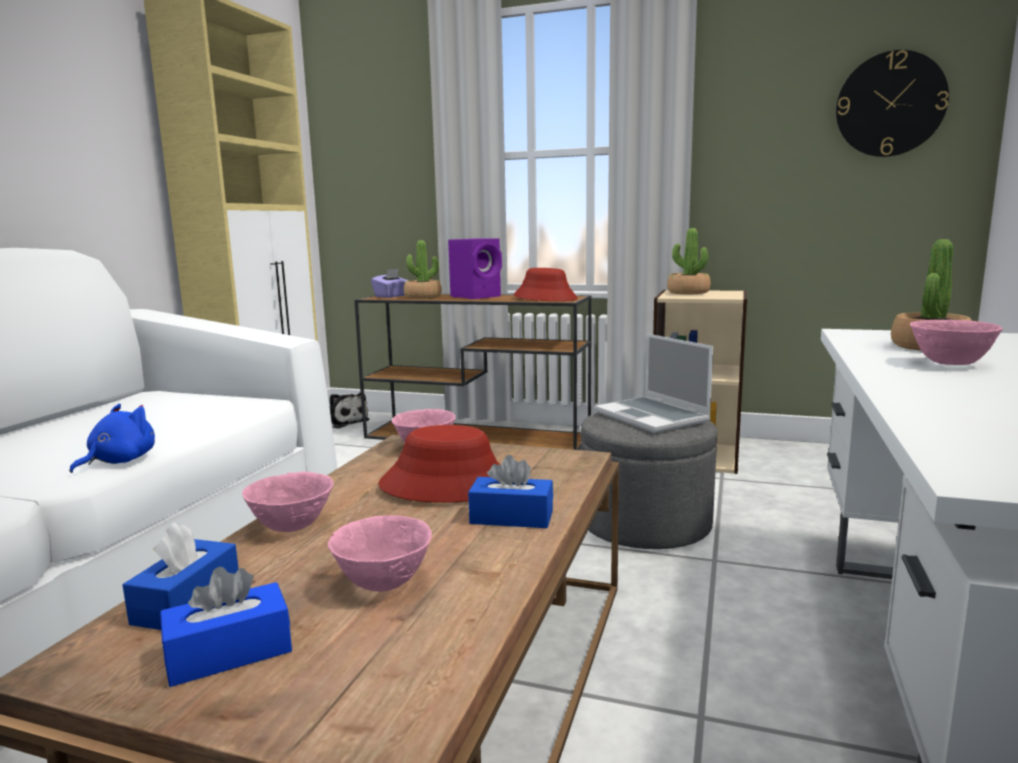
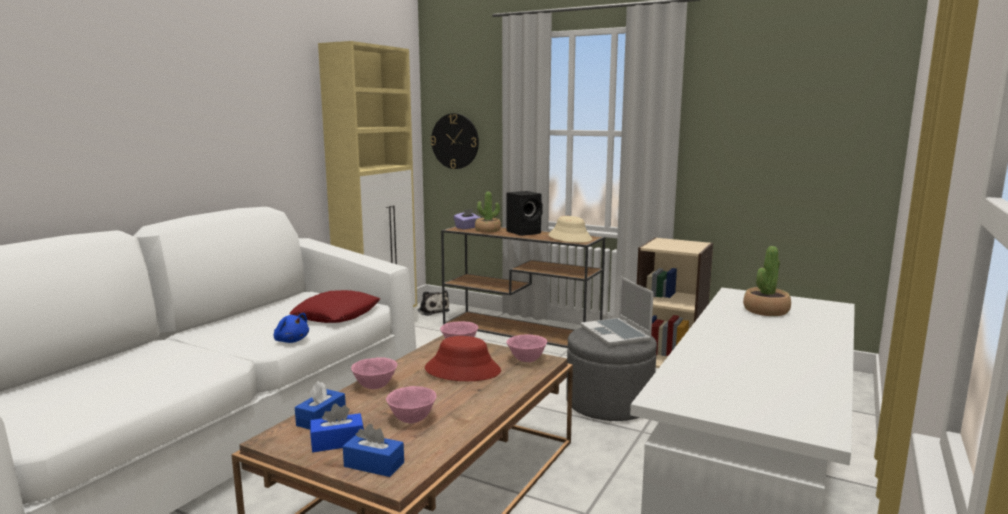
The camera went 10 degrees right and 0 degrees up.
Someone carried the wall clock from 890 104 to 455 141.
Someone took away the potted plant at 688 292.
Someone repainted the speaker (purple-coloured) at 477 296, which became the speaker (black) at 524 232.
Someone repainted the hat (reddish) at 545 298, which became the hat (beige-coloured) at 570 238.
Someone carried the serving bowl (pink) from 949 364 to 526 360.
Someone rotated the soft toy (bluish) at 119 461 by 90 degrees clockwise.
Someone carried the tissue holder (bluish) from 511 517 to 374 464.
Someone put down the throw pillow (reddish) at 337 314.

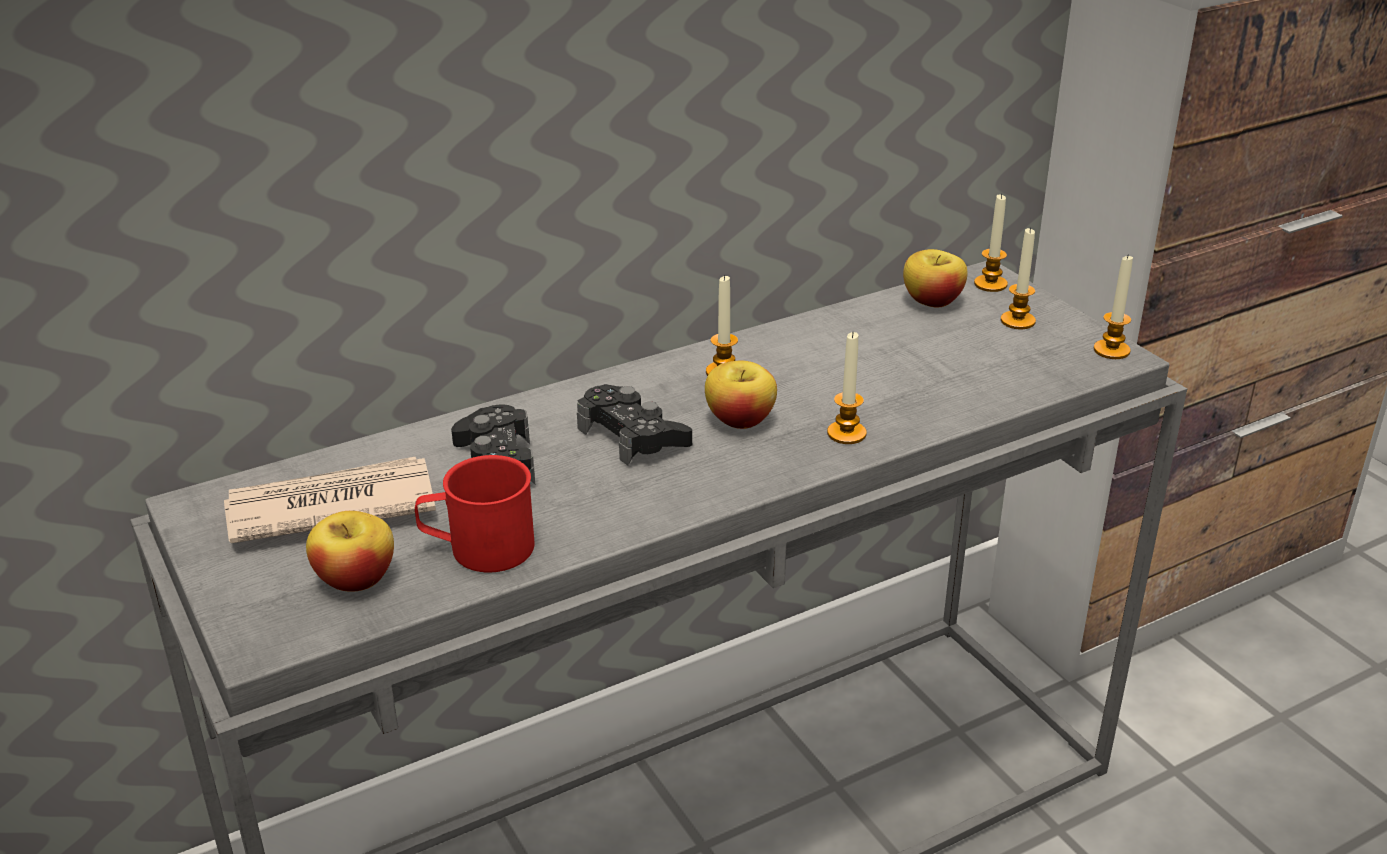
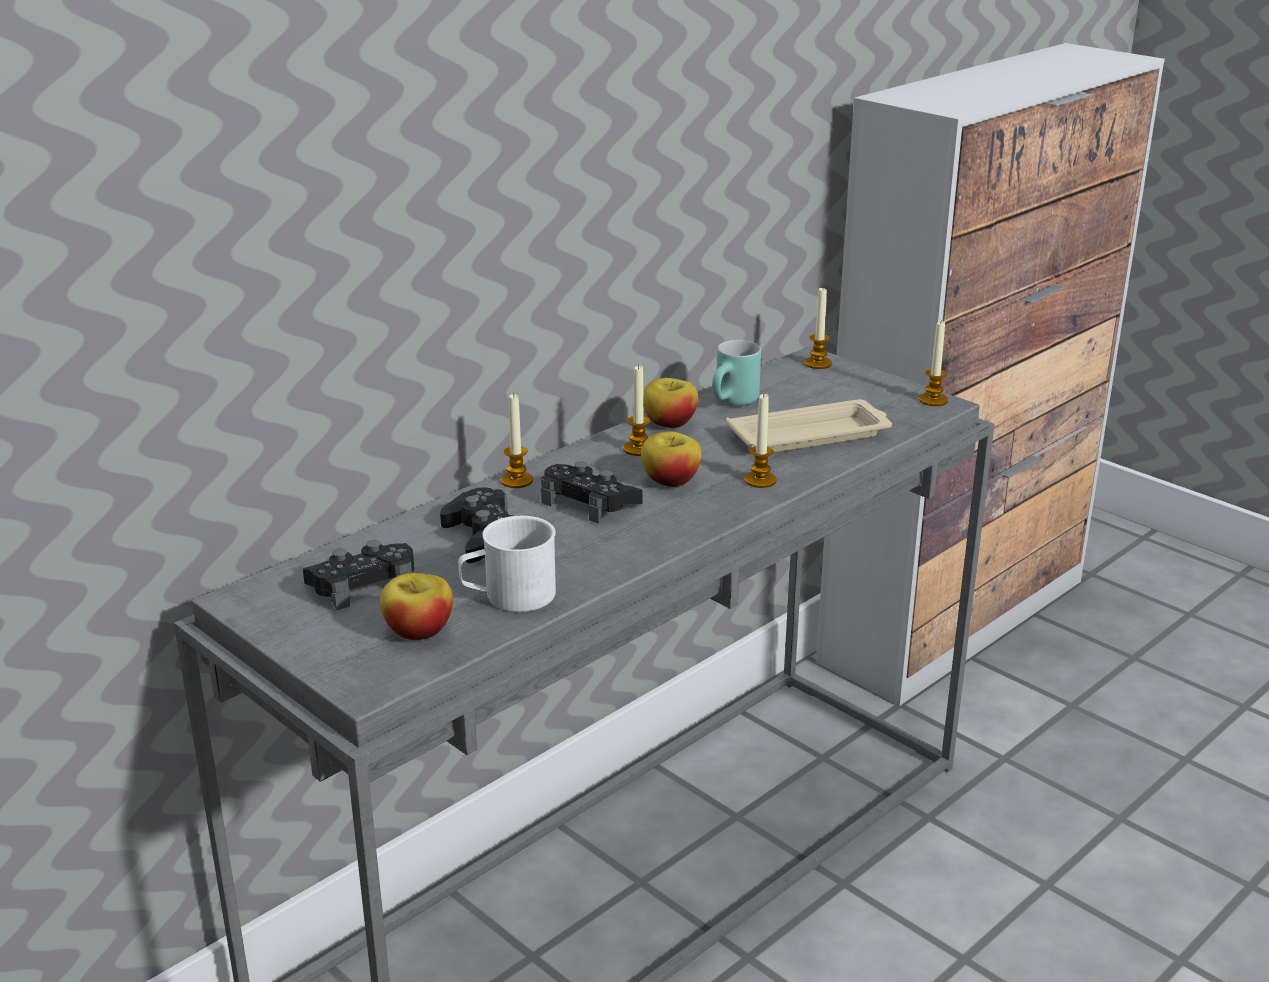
The camera went 15 degrees left and 5 degrees down.
Someone carried the candle from 1017 321 to 517 481.
Someone carried the apple from 932 301 to 669 423.
Someone repainted the tea mug (reddish) at 478 548, which became the tea mug (white) at 509 596.
Someone swapped the printed paper at 329 507 for the game controller (black) at 362 584.
Someone put down the tea mug (blue-green) at 734 403.
Someone put down the carrying tray (beige-coloured) at 811 435.

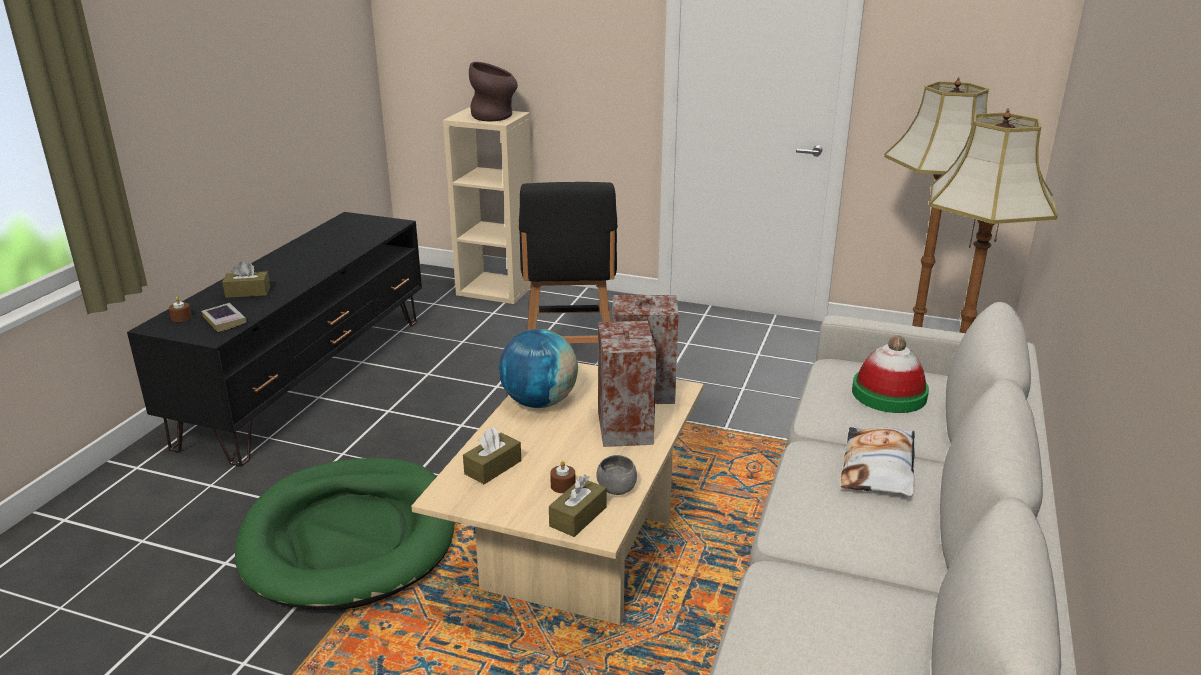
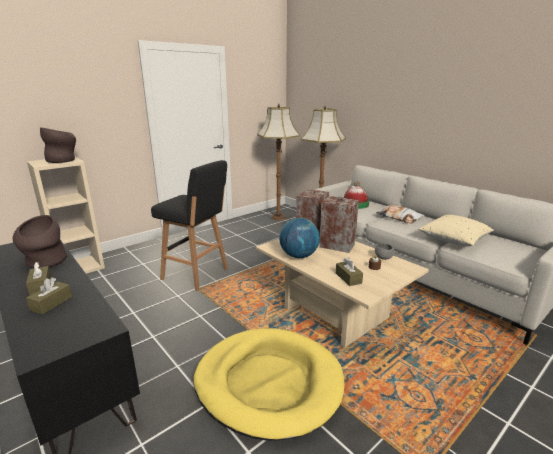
The camera went 60 degrees left and 5 degrees down.
Someone took away the candle (brown-coloured) at 181 317.
Someone took away the volume at 224 321.
Someone repainted the pet bed (green-coloured) at 350 538, which became the pet bed (yellow) at 268 383.
Someone carried the tissue holder (brown-coloured) from 578 517 to 40 286.
Someone put down the decorative vase (brown-coloured) at 45 263.
Someone put down the throw pillow (beige-coloured) at 454 240.

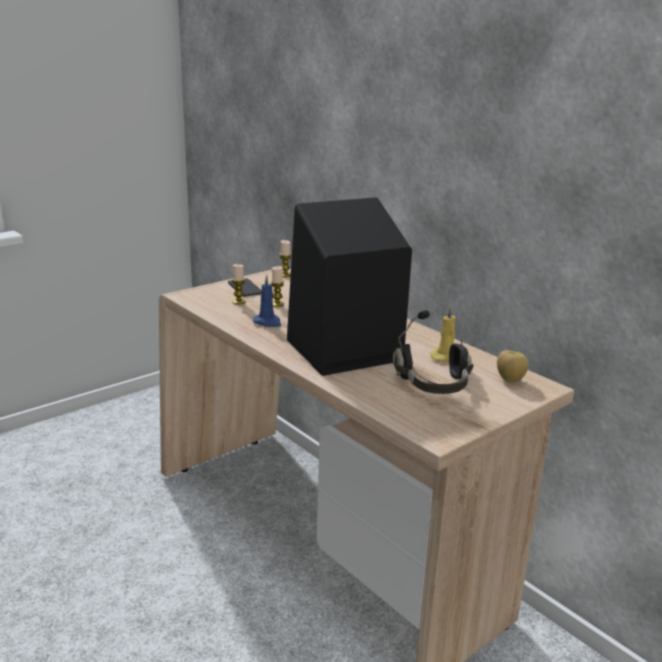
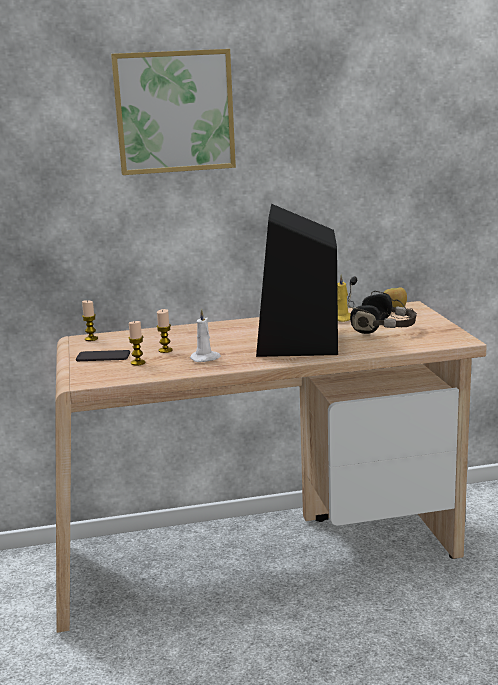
The camera went 60 degrees left and 5 degrees down.
Someone repainted the candle (bluish) at 268 322, which became the candle (white) at 206 358.
Someone put up the wall art at 174 111.

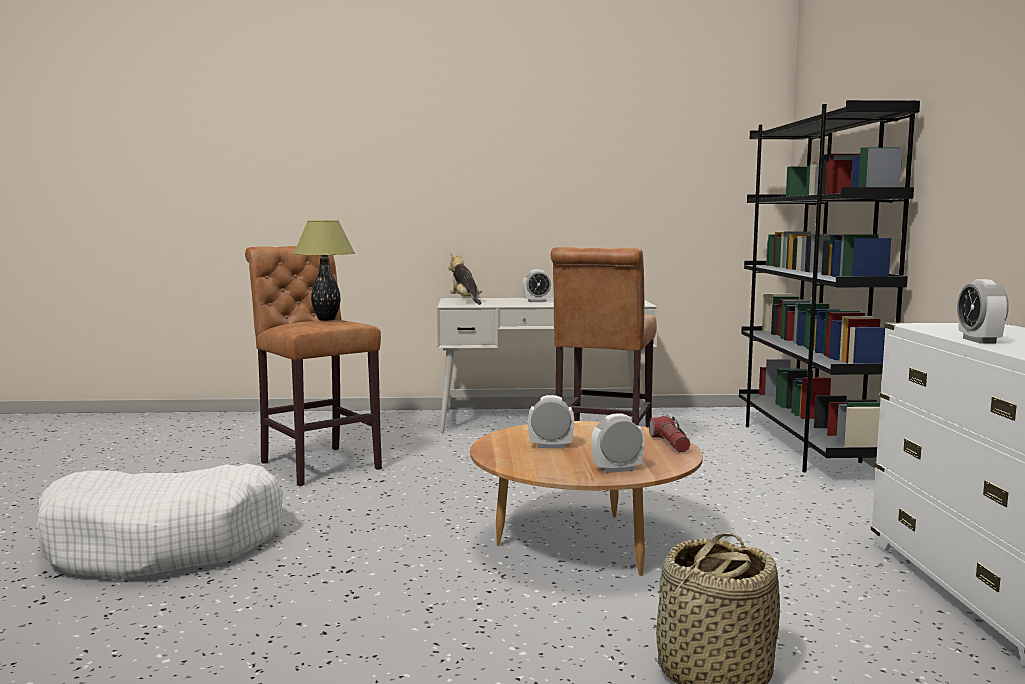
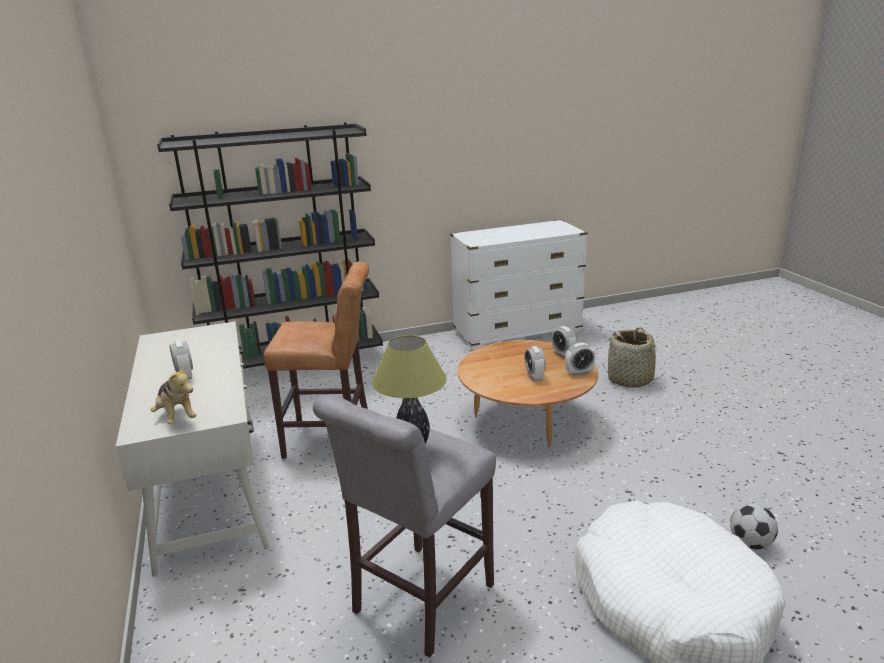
The camera went 105 degrees left and 15 degrees up.
Someone repainted the stool (brown-coloured) at 317 464, which became the stool (grey) at 418 603.
Someone rotated the soft toy at 465 301 by 90 degrees counterclockwise.
Someone carried the bedside clock from 979 340 to 579 372.
Someone took away the flashlight at 670 443.
Someone put down the ball for football at 750 543.

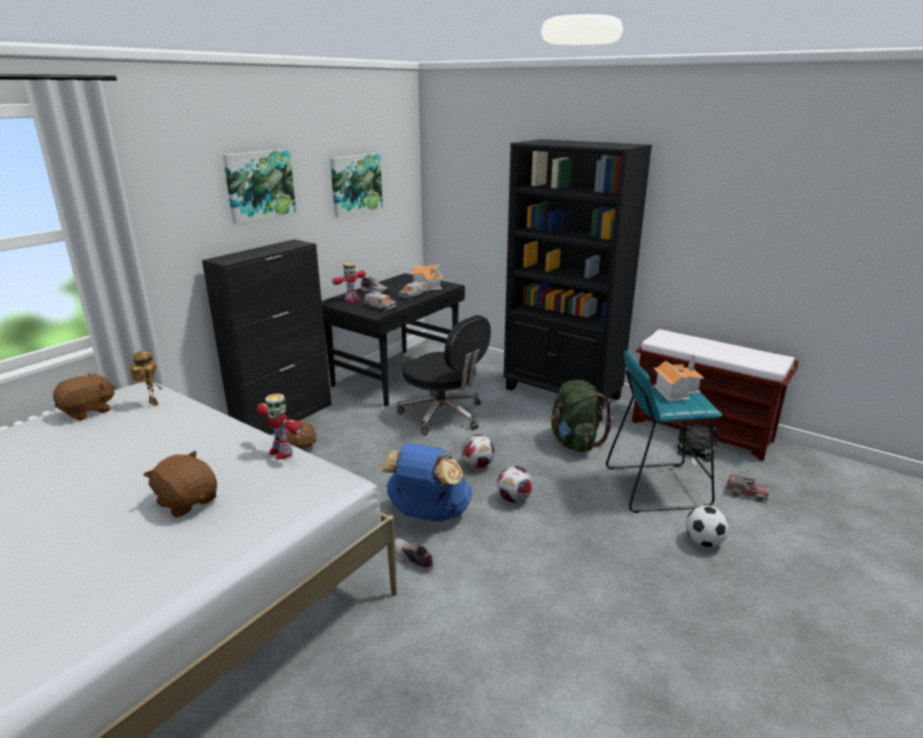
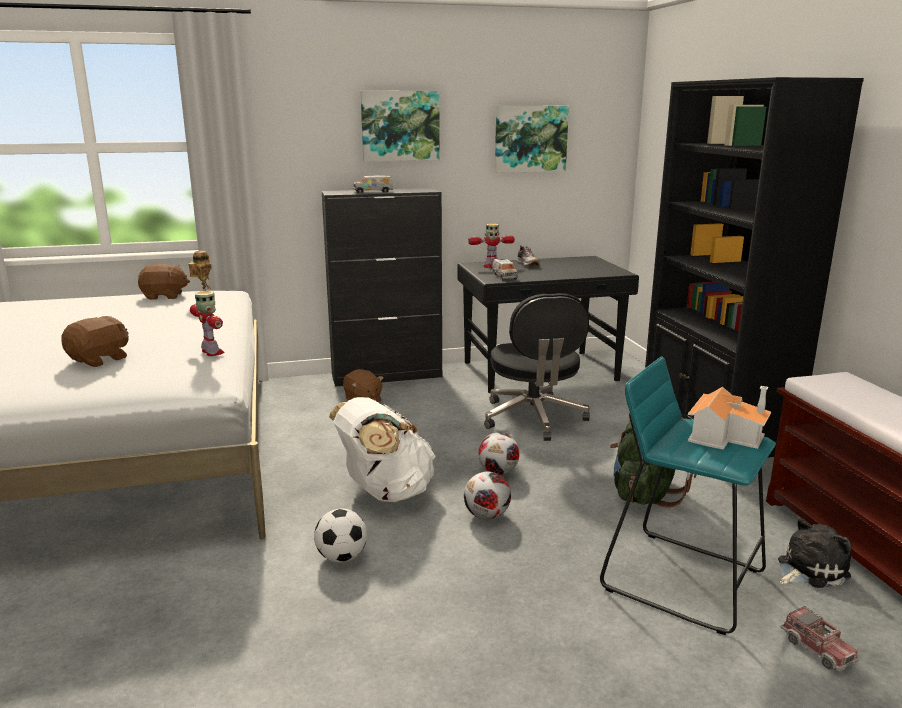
The camera went 40 degrees right and 5 degrees down.
Someone took away the miniature house at 429 285.
Someone carried the model truck from 413 295 to 373 191.
Someone rotated the model robot at 281 452 by 150 degrees clockwise.
Someone repainted the rucksack (bluish) at 428 514, which became the rucksack (white) at 385 492.
Someone rotated the soft toy (brown-coloured) at 188 502 by 45 degrees clockwise.
Someone carried the ball for football from 704 542 to 342 557.
Someone took away the shoe at 412 560.

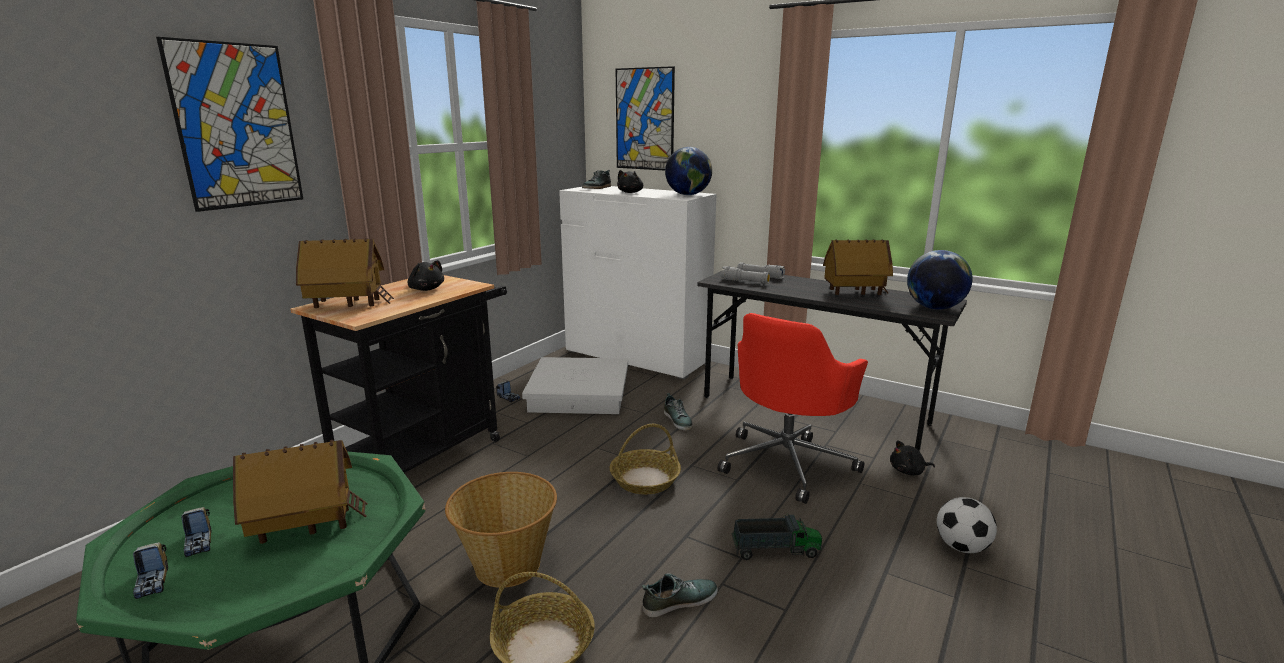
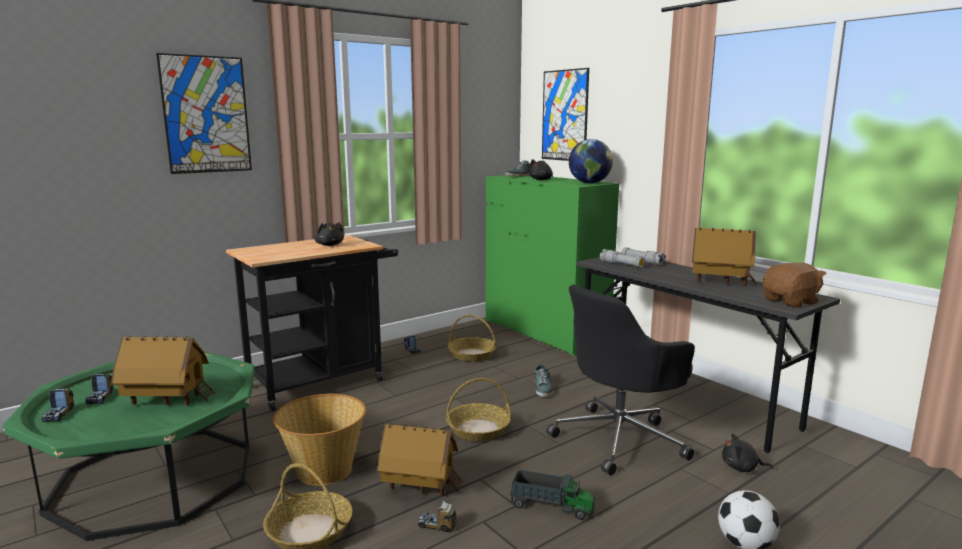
The camera went 20 degrees right and 5 degrees down.
Someone repainted the dresser (white) at 636 357, which became the dresser (green-coloured) at 544 332.
Someone carried the miniature house from 347 305 to 420 486.
Someone swapped the globe at 934 308 for the soft toy (brown-coloured) at 791 302.
Someone repainted the office chair (reddish) at 787 462, which became the office chair (black) at 620 438.
Someone swapped the storage container (white) at 578 394 for the storage basket at 471 355.
Someone swapped the shoe at 679 601 for the model truck at 437 525.

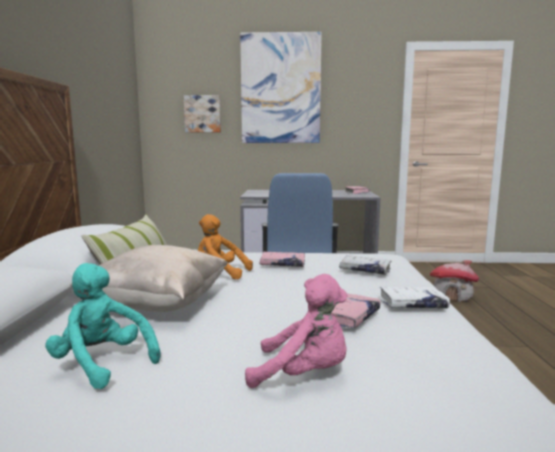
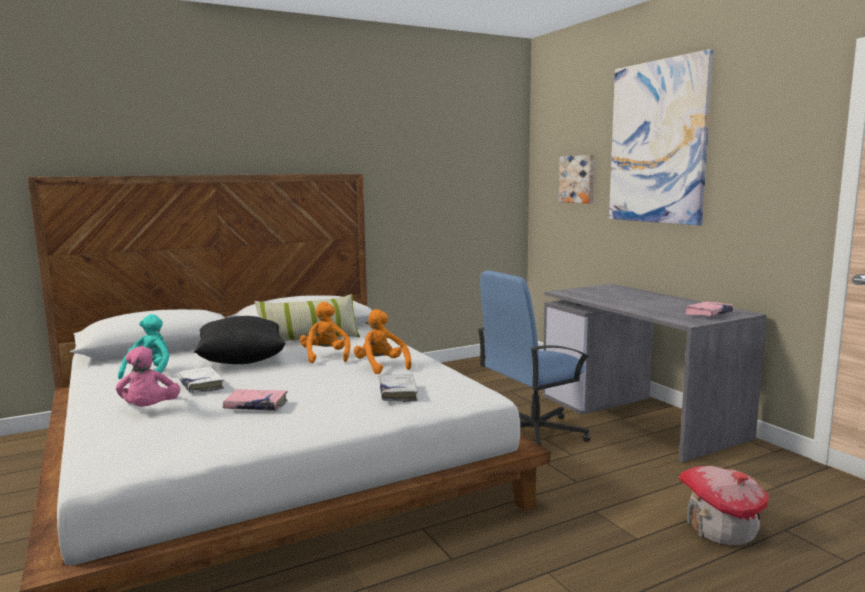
The camera went 60 degrees right and 0 degrees up.
Someone repainted the throw pillow (beige-coloured) at 158 306, which became the throw pillow (black) at 242 361.
Someone swapped the volume (pink) at 282 264 for the soft toy (orangey) at 381 366.
Someone carried the volume (white) from 412 304 to 201 385.

